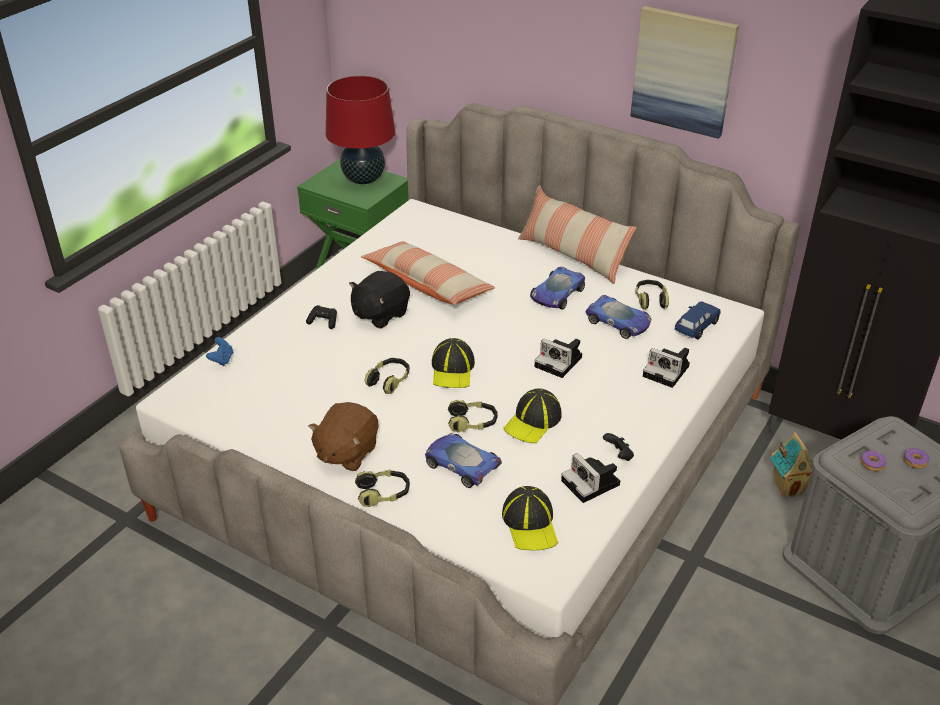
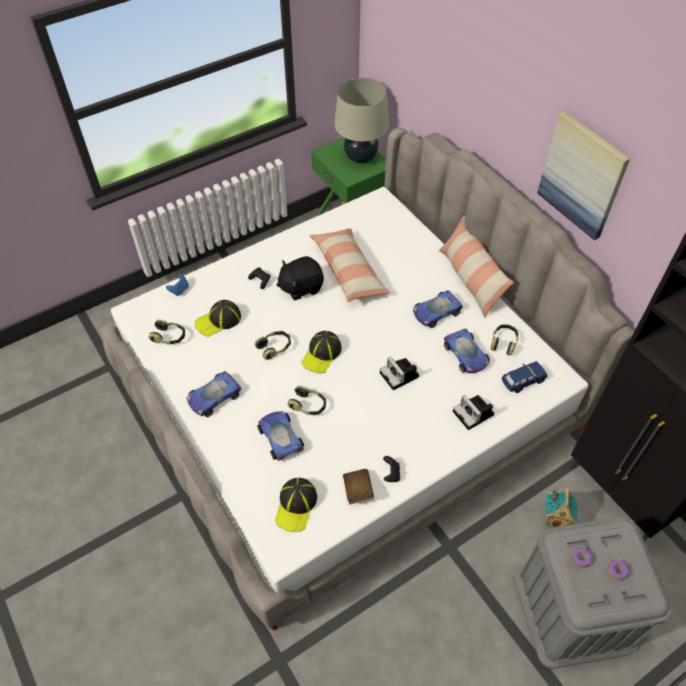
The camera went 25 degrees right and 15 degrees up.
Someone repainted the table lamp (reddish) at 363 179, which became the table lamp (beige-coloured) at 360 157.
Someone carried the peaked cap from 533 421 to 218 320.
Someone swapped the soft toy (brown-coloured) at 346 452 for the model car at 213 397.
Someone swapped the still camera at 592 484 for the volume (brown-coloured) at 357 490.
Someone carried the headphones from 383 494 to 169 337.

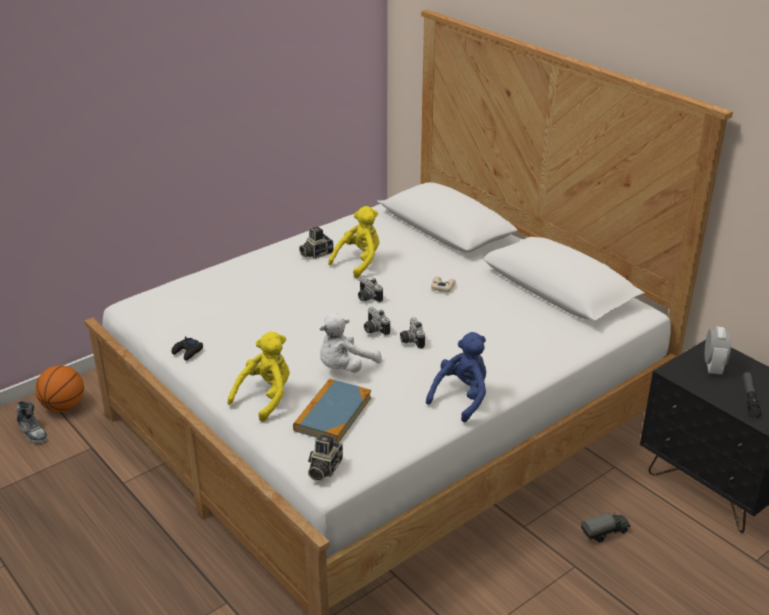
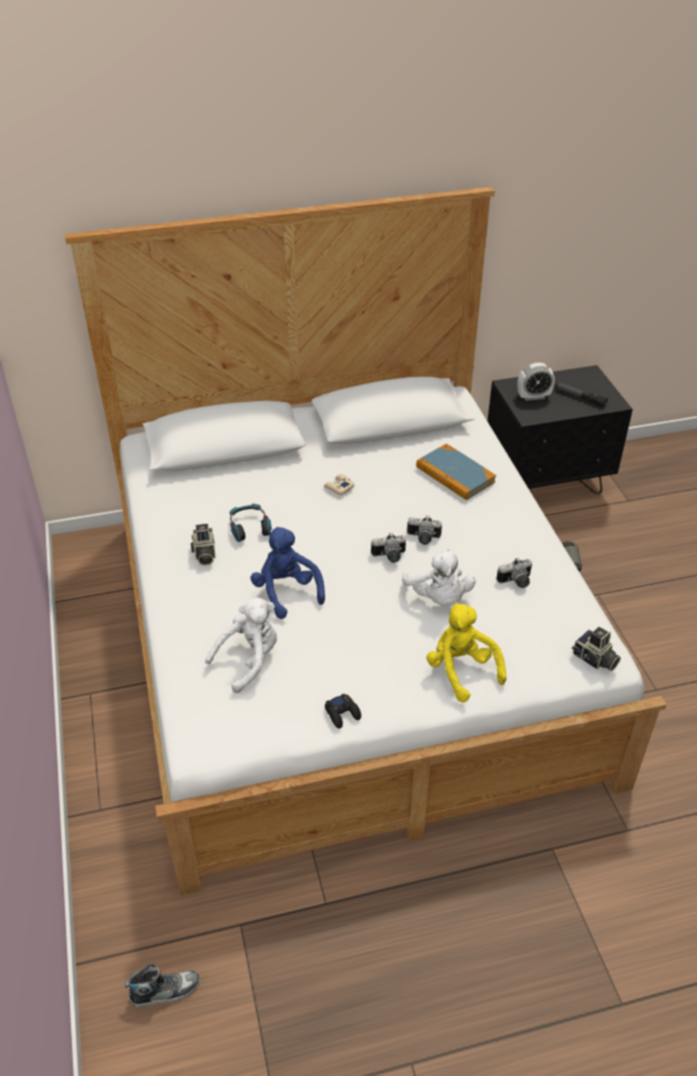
The camera went 65 degrees left and 10 degrees up.
Someone swapped the soft toy (yellow) at 359 262 for the headphones at 249 527.
Someone carried the still camera from 367 298 to 516 582.
Someone rotated the bedside clock at 713 367 by 135 degrees clockwise.
Someone carried the soft toy (bluish) from 462 397 to 286 592.
Someone took away the ball for basketball at 63 406.
Someone carried the volume from 332 414 to 455 475.
Someone put down the soft toy (white) at 249 660.

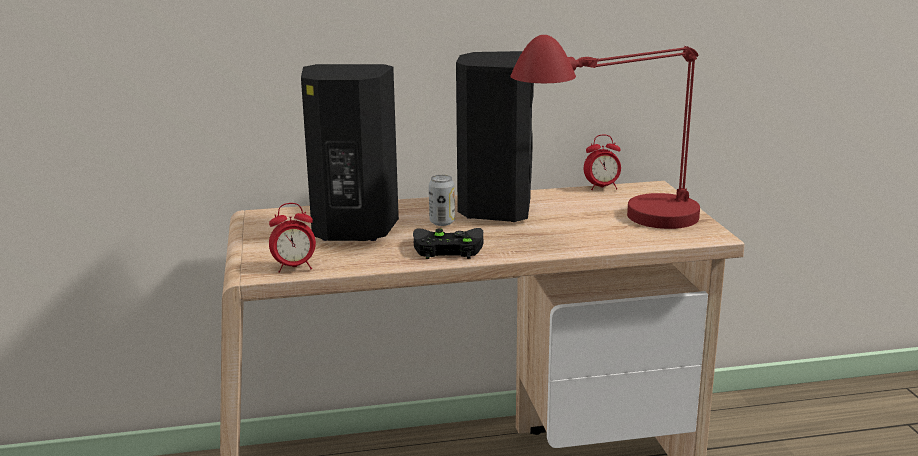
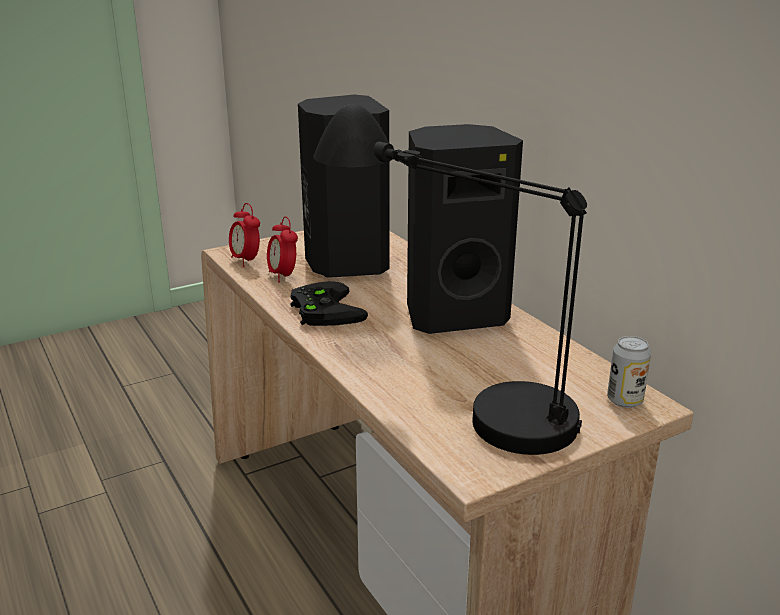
The camera went 70 degrees right and 5 degrees up.
Someone repainted the table lamp (reddish) at 613 228, which became the table lamp (black) at 447 392.
Someone carried the bedside clock from 602 188 to 283 276.
Someone carried the sealed can from 442 222 to 624 400.

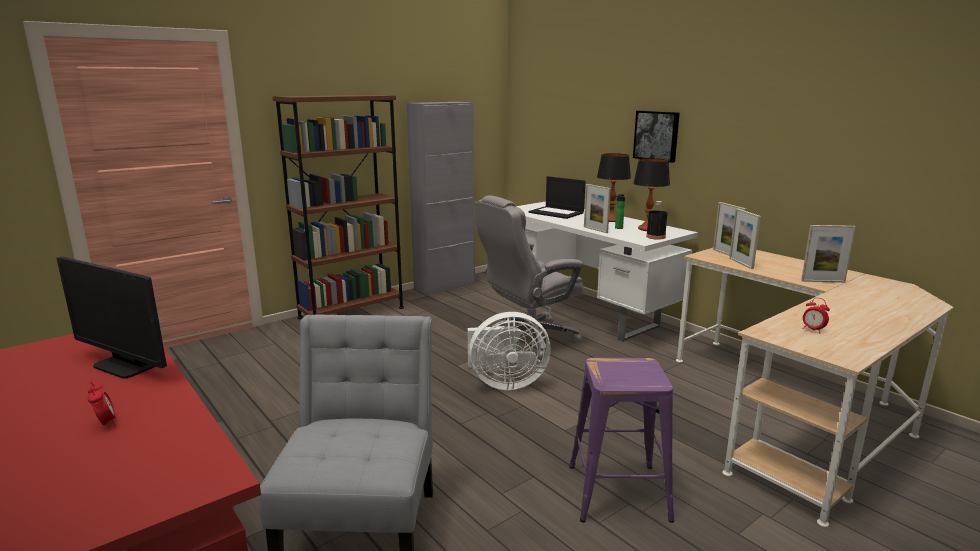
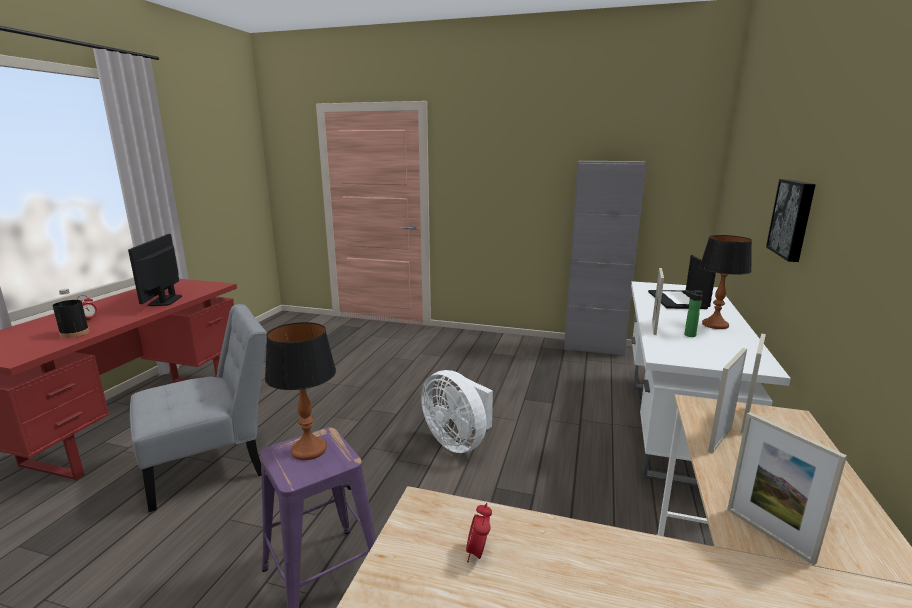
The camera went 55 degrees right and 0 degrees up.
Someone took away the bookshelf (brown-coloured) at 351 312.
Someone carried the table lamp from 647 229 to 309 449.
Someone took away the office chair (grey) at 528 338.
Someone carried the bottle (black) from 655 237 to 74 333.

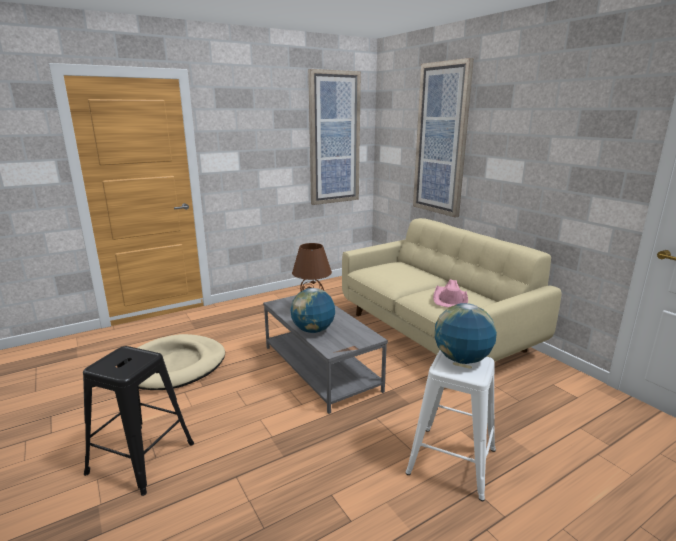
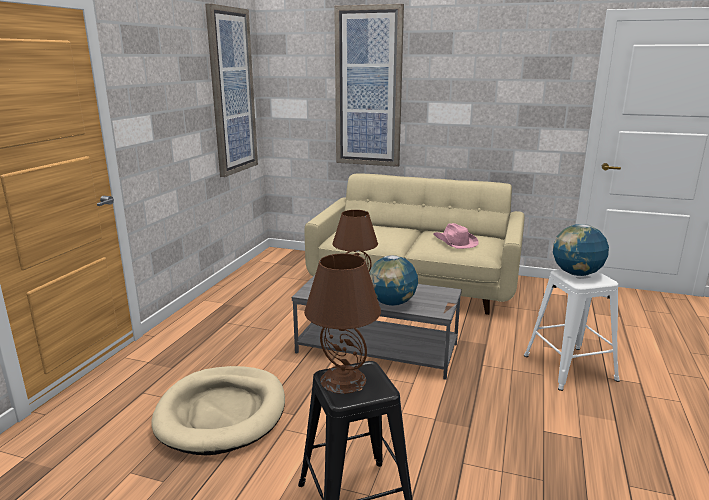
The camera went 40 degrees left and 0 degrees up.
Someone put down the table lamp (brown-coloured) at 342 380.

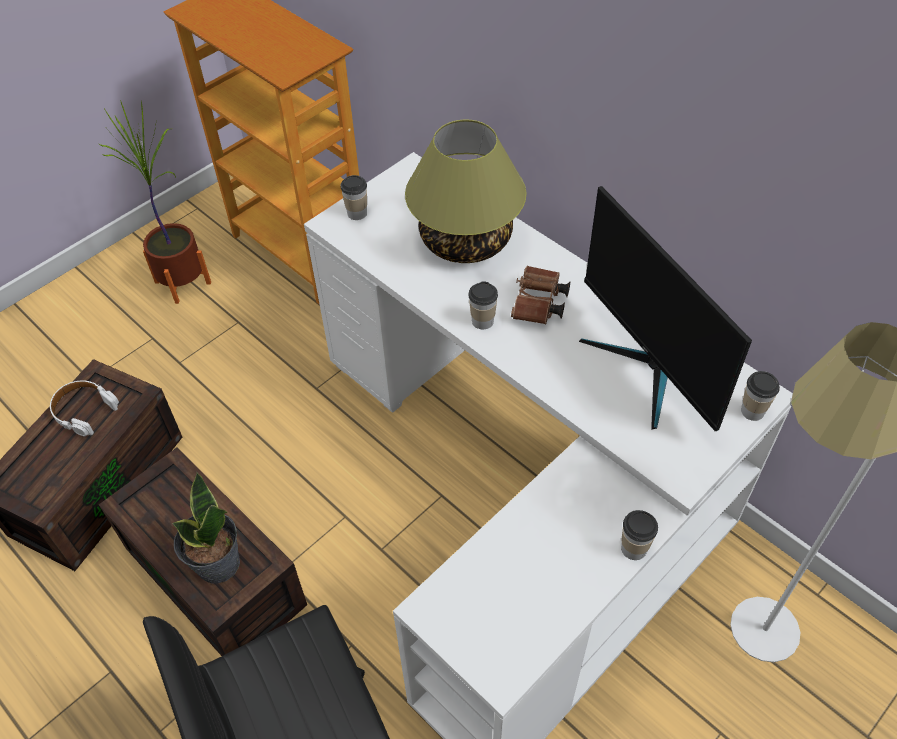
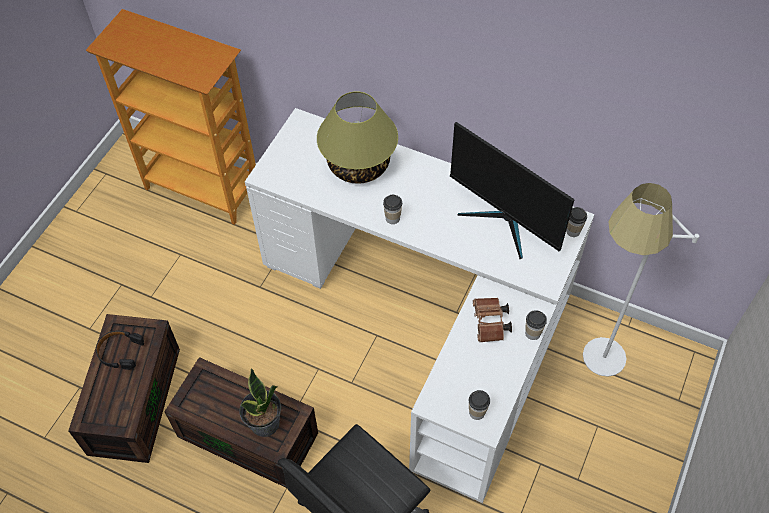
The camera went 20 degrees left and 5 degrees up.
Someone took away the potted plant at 183 282.
Someone carried the cup from 357 213 to 477 412.
Someone carried the binoculars (brown-coloured) from 538 305 to 490 324.
Someone repainted the headphones (white) at 84 411, which became the headphones (black) at 120 352.

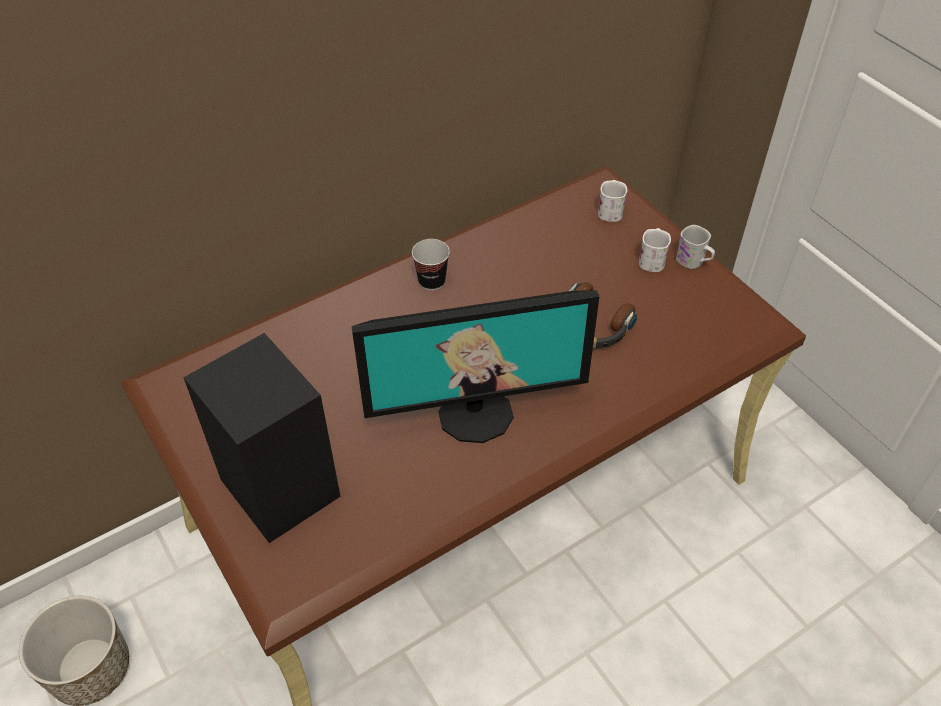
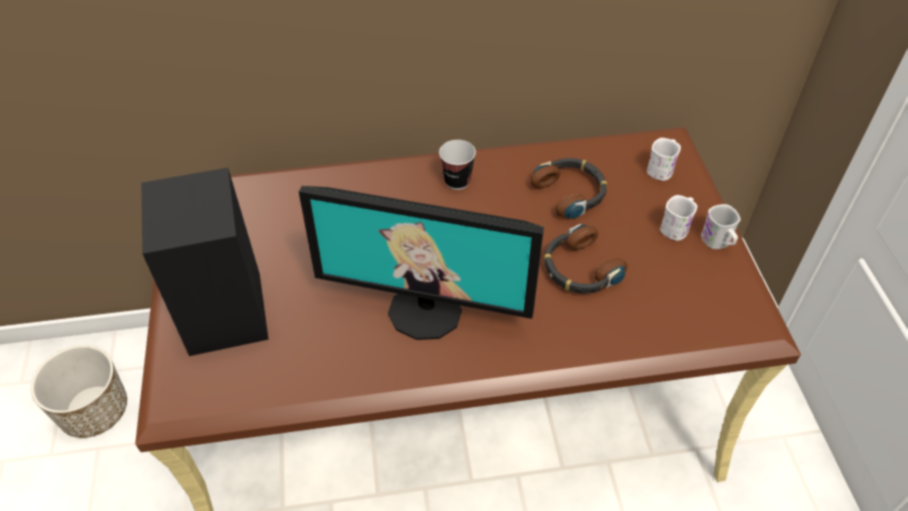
The camera went 25 degrees right and 0 degrees up.
Someone put down the headphones at 570 192.

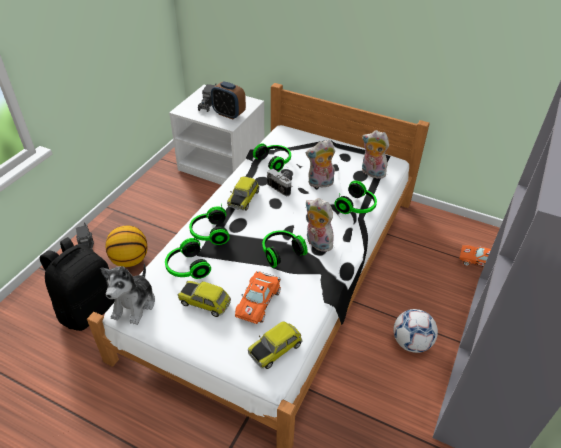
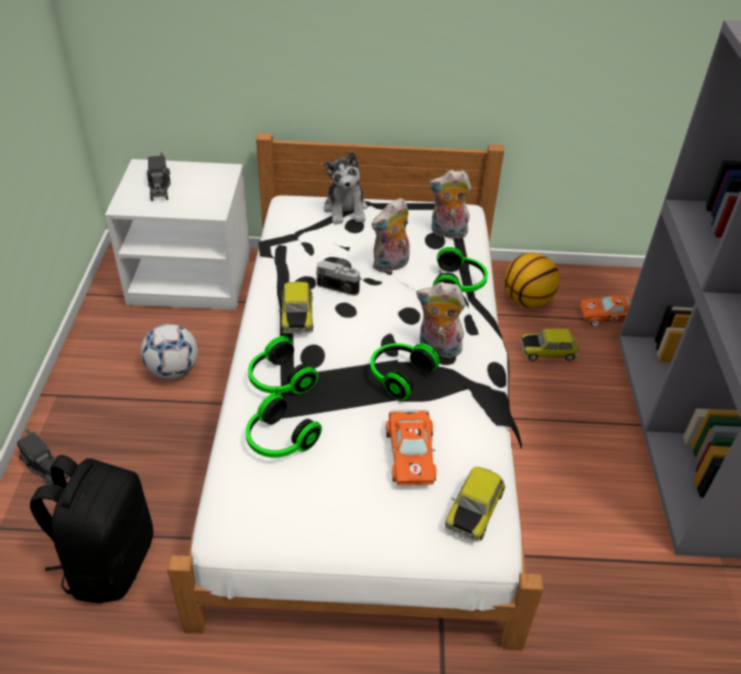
The camera went 25 degrees left and 0 degrees up.
Someone took away the bedside clock at 229 114.
Someone took away the headphones at 274 162.
Someone carried the ball for basketball from 130 260 to 527 300.
Someone carried the soft toy from 134 304 to 346 209.
Someone carried the model car from 205 302 to 548 351.
Someone carried the ball for football from 411 343 to 173 370.

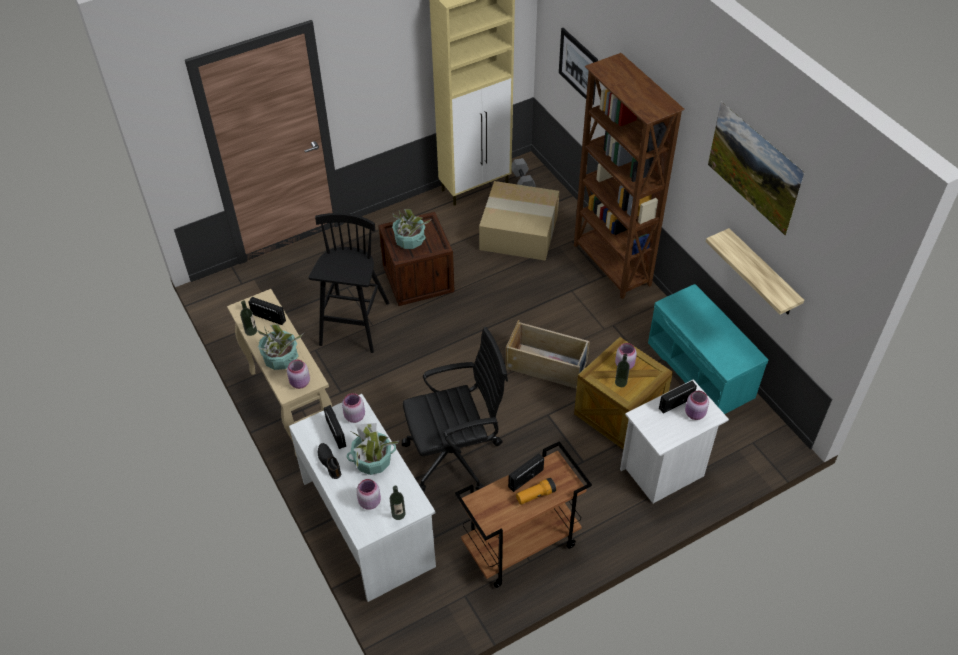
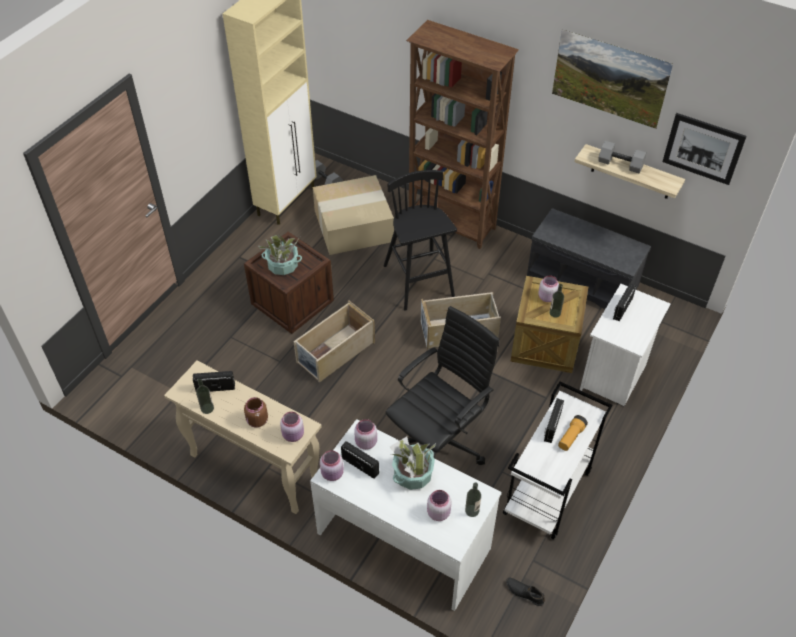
The camera went 30 degrees left and 0 degrees up.
Someone carried the wall art from 578 66 to 703 148.
Someone carried the stool (black) from 354 325 to 419 282.
Someone repainted the bench (blue-green) at 702 370, which became the bench (grey) at 583 281.
Someone swapped the potted plant at 280 358 for the storage jar (brown-coloured) at 257 421.
Someone carried the storage jar (pink) from 695 414 to 332 474.
Someone repainted the trolley (brown-coloured) at 520 546, which became the trolley (white) at 547 494.
Someone carried the shoe (black) from 329 462 to 524 592.
Someone put down the hand weight (grey) at 619 164.
Someone put down the storage container (beige-coloured) at 335 352.

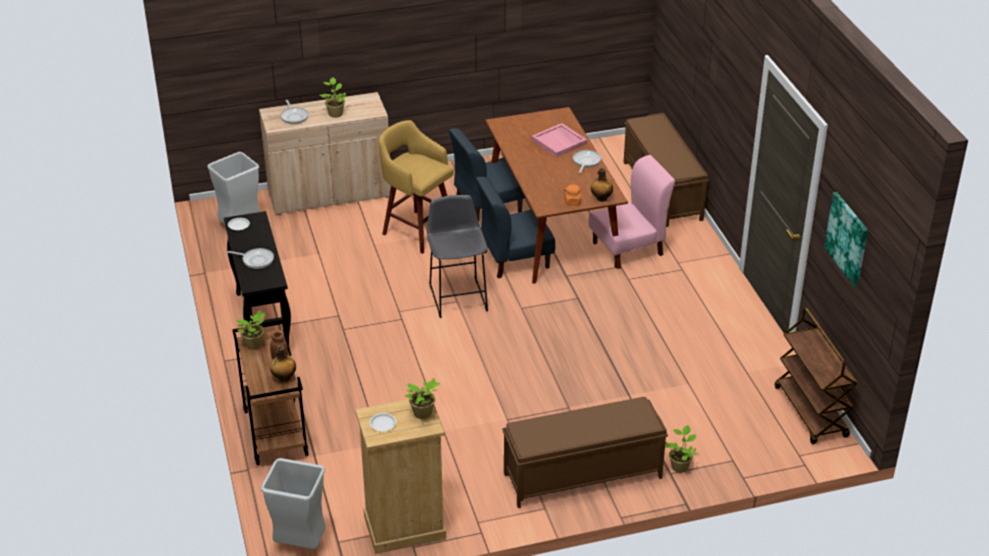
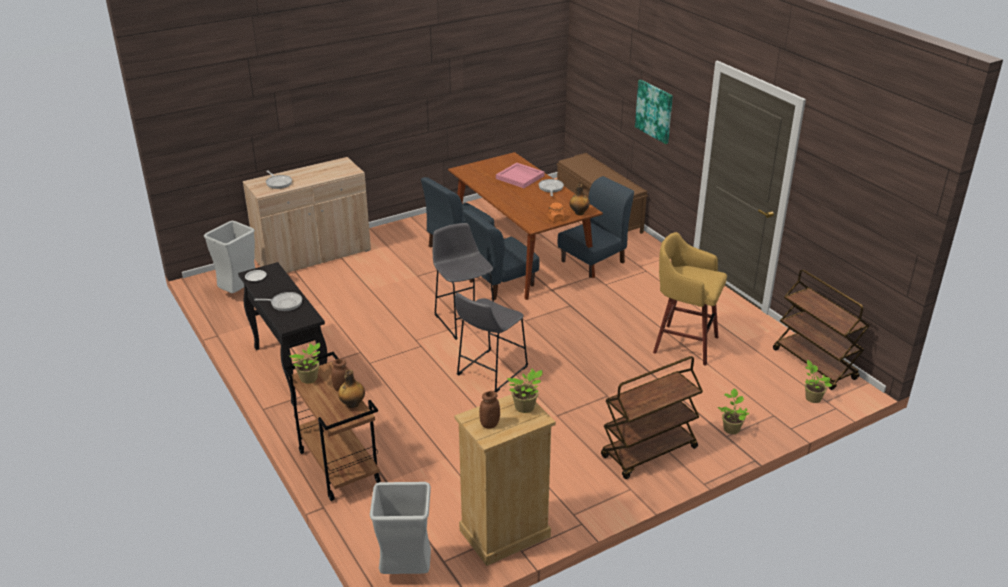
The camera went 15 degrees left and 5 degrees down.
Someone carried the potted plant from 335 113 to 812 397.
Someone carried the stool (yellow) from 417 231 to 683 344.
Someone repainted the upright chair (pink) at 628 249, which became the upright chair (bluish) at 593 262.
Someone carried the wall art from 847 238 to 654 111.
Someone swapped the bench (brown-coloured) at 581 476 for the trolley (brown-coloured) at 649 453.
Someone swapped the flat dish (white) at 383 424 for the storage jar (brown-coloured) at 489 424.
Someone put down the stool (grey) at 489 372.

